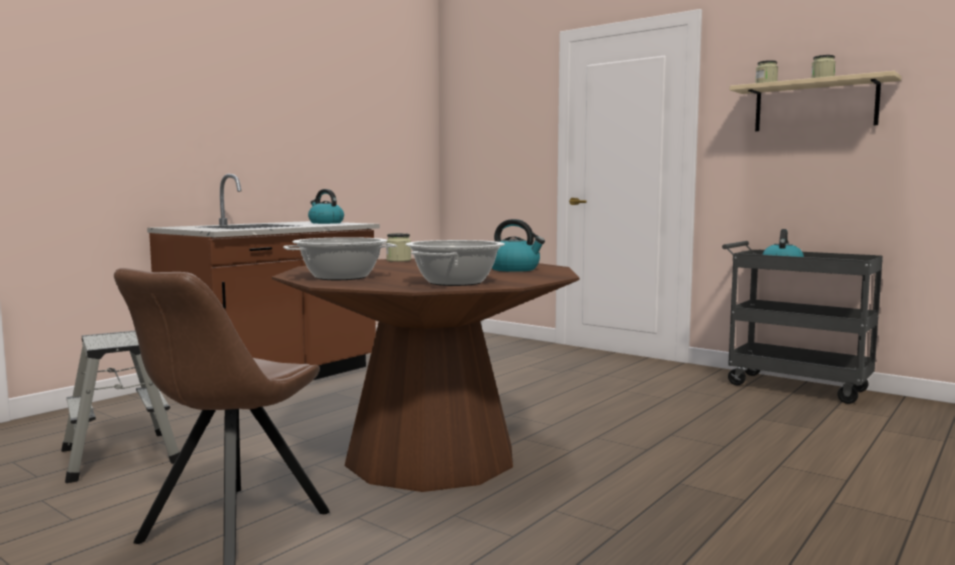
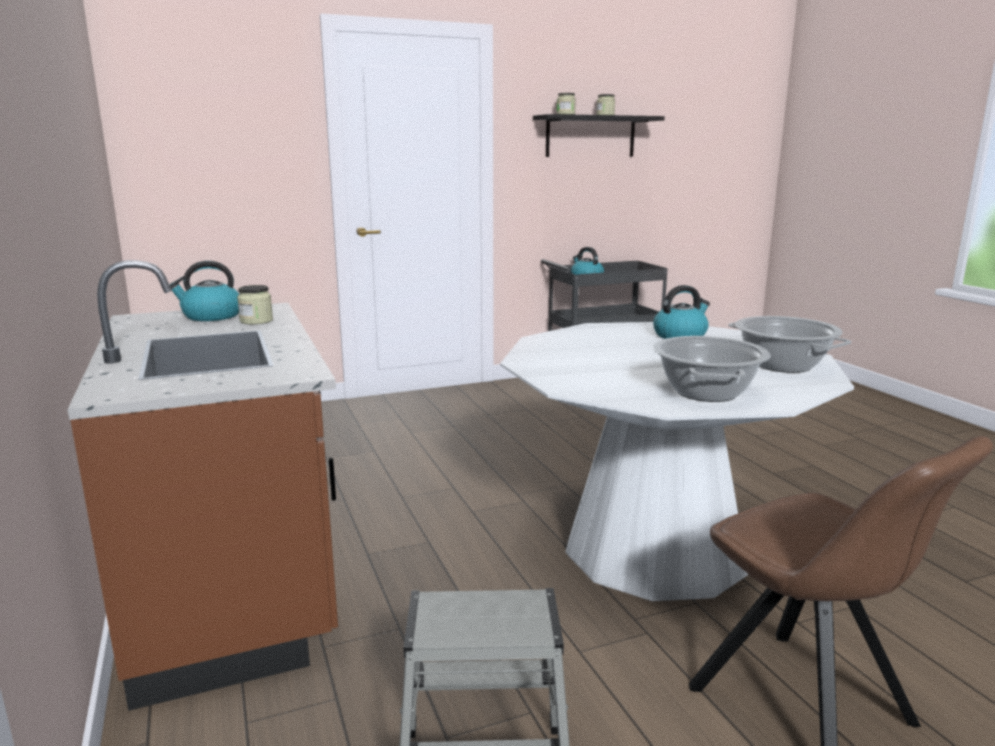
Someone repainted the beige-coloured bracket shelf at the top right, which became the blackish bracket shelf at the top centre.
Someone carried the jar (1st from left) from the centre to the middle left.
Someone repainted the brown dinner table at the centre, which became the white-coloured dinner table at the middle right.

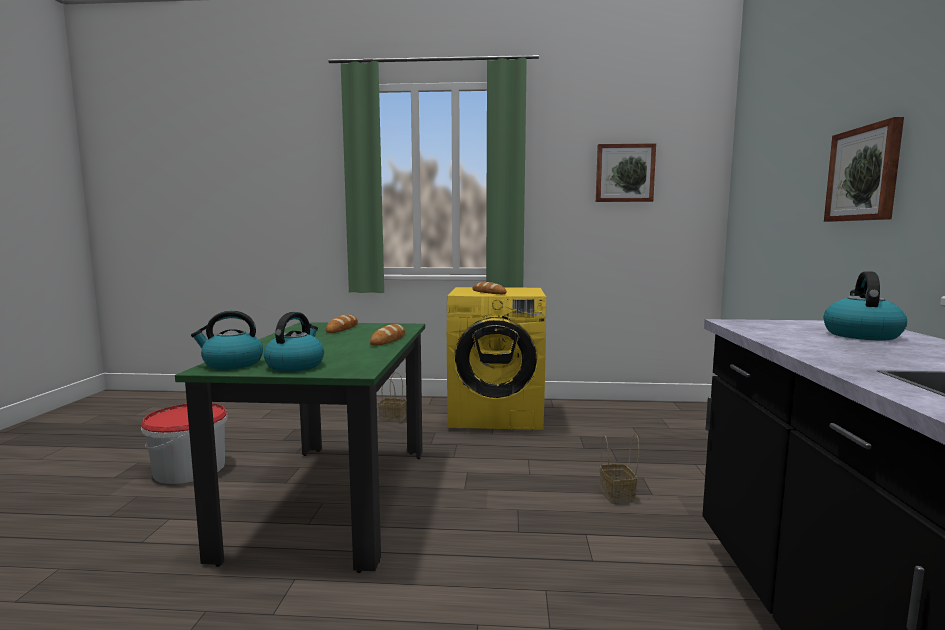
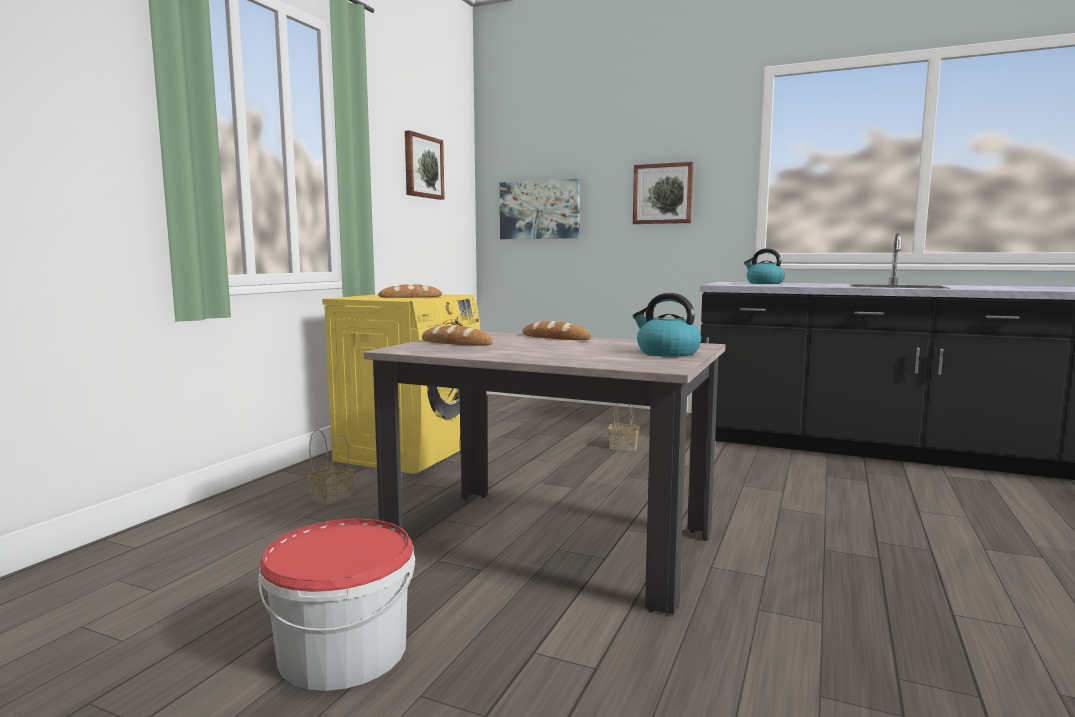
Someone took away the tea kettle (1st from left) at the middle left.
Someone repainted the greenish dinner table at the bottom left, which became the beige-coloured dinner table at the centre.
Someone put up the wall art (2nd from left) at the top centre.

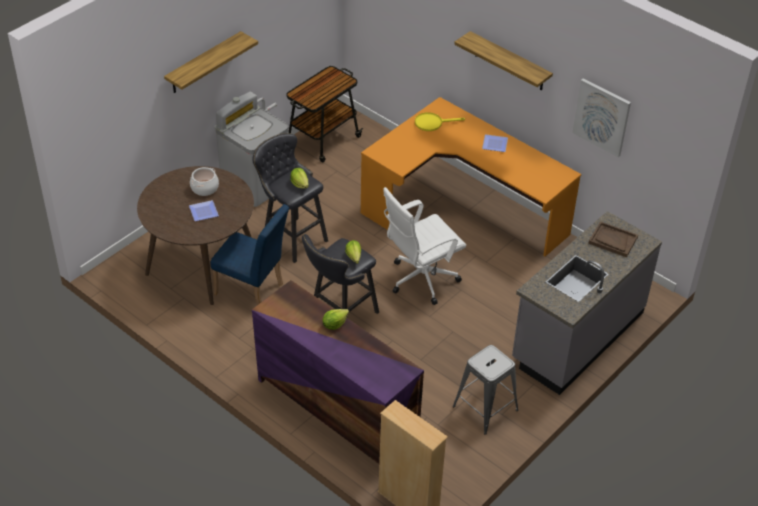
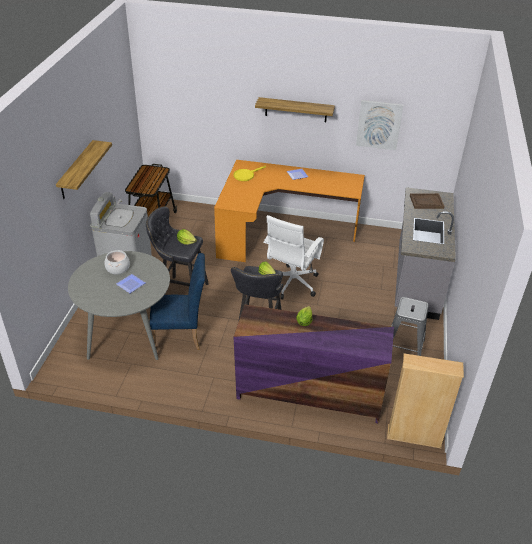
Someone repainted the brown dinner table at the middle left, which became the gray dinner table at the middle left.

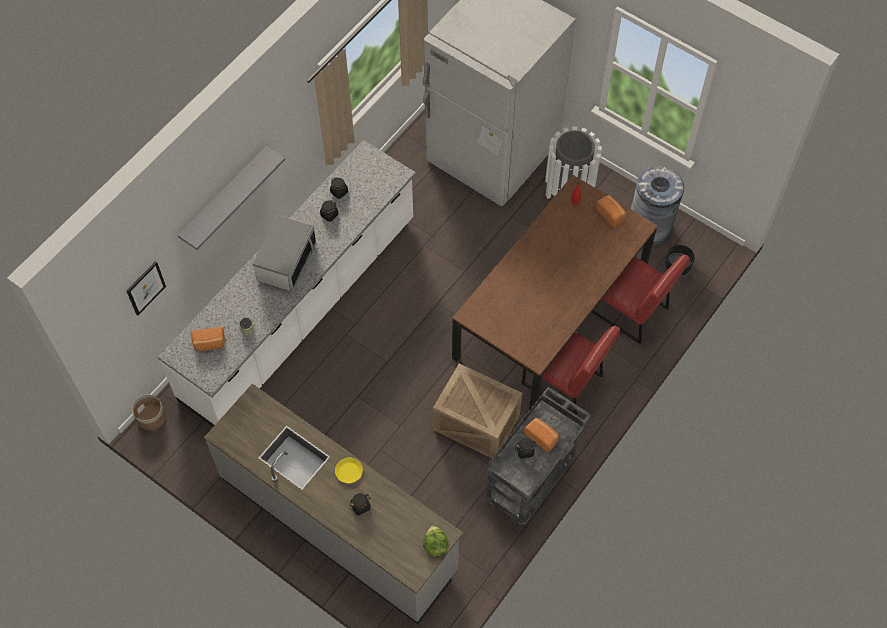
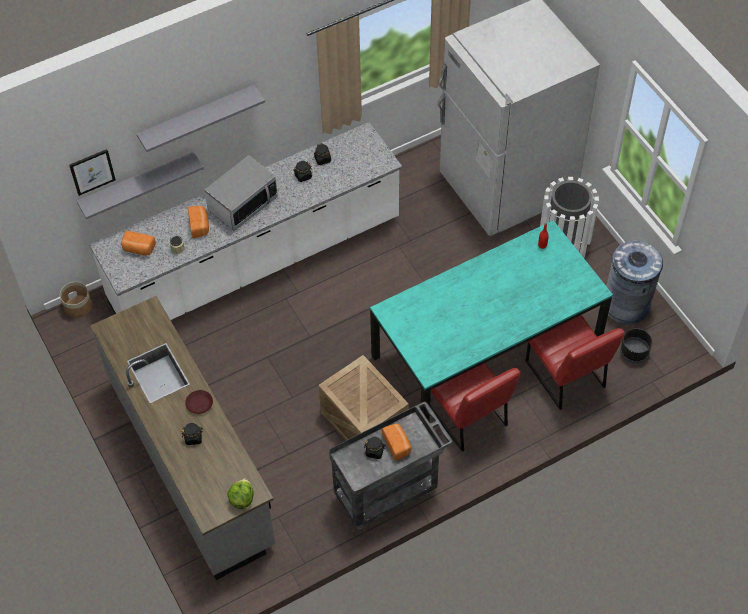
Someone repainted the brown dinner table at the centre, which became the turquoise-coloured dinner table at the centre.
Someone carried the bakery bread (3rd from left in the first image) from the middle right to the middle left.
Someone repainted the yellow flat dish at the bottom centre, which became the brown flat dish at the middle left.
Someone put up the gray bracket shelf (1st from left) at the top left.

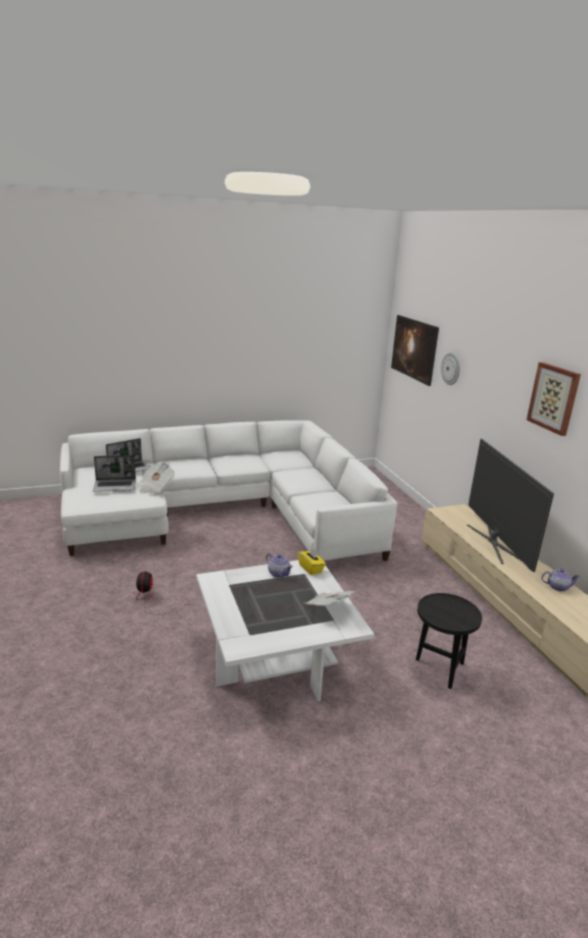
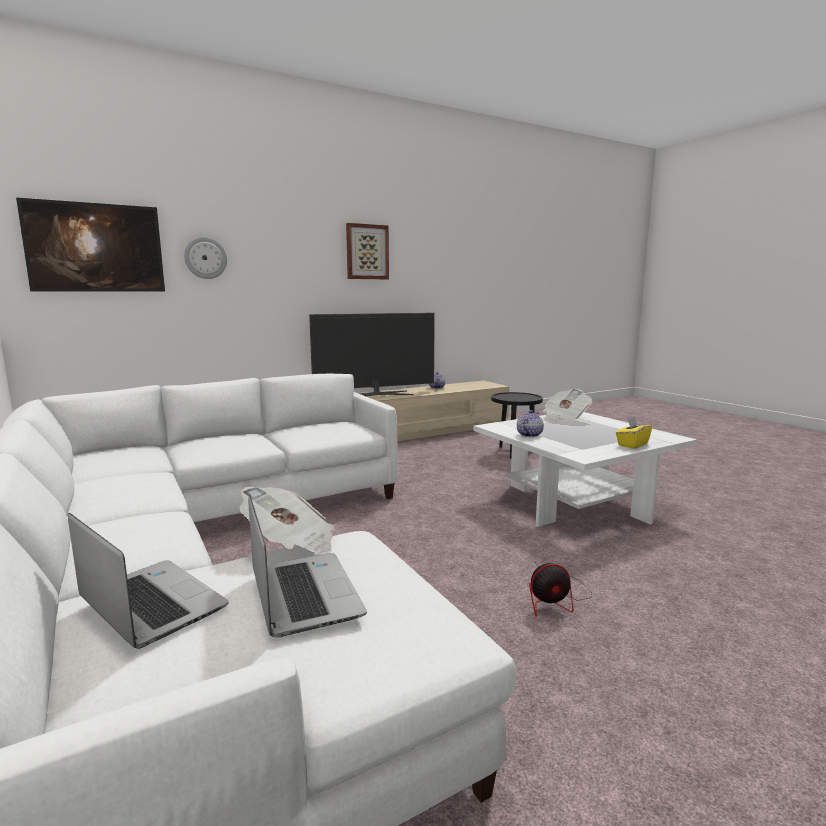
Someone carried the yellow tissue holder from the centre to the middle right.

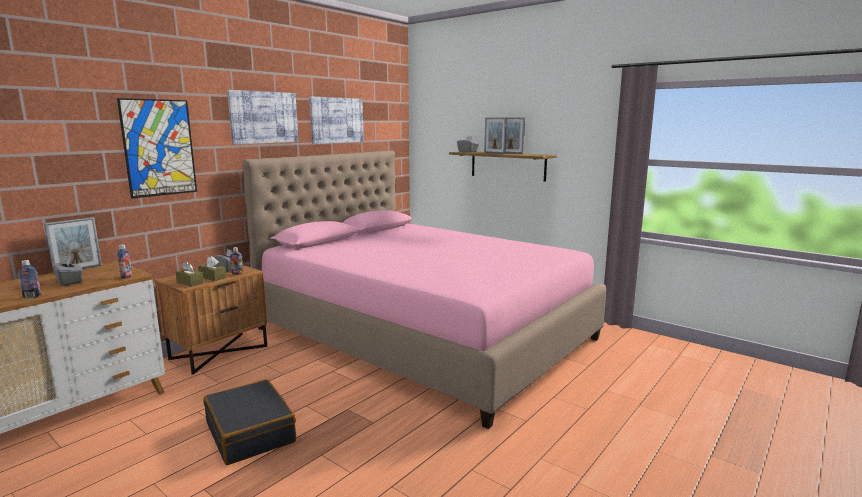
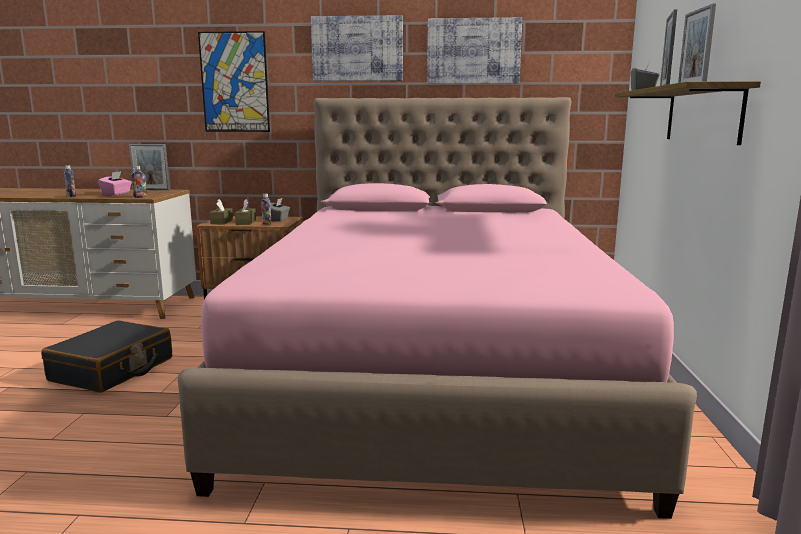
Someone repainted the gray tissue holder (1st from left) at the middle left, which became the pinkish tissue holder at the middle left.

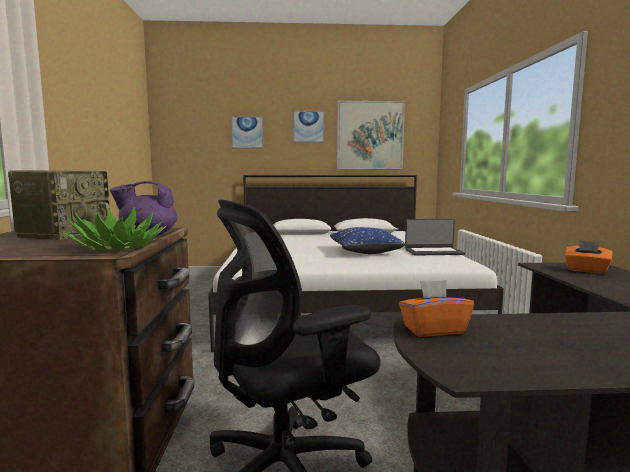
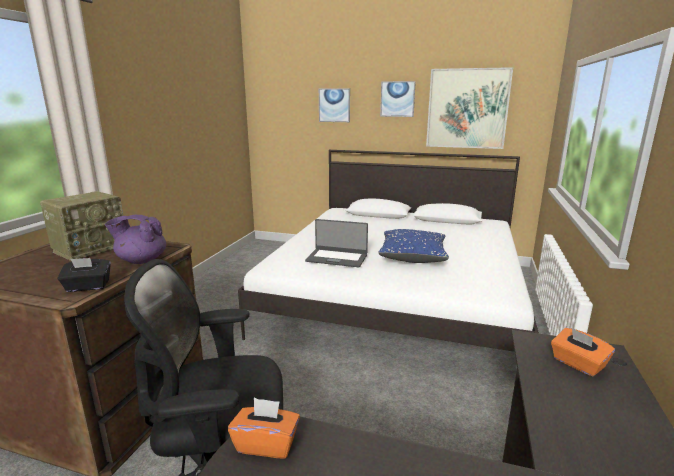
Someone swapped the potted plant at the middle left for the blackish tissue holder at the middle left.
Someone carried the notebook computer from the middle right to the centre.

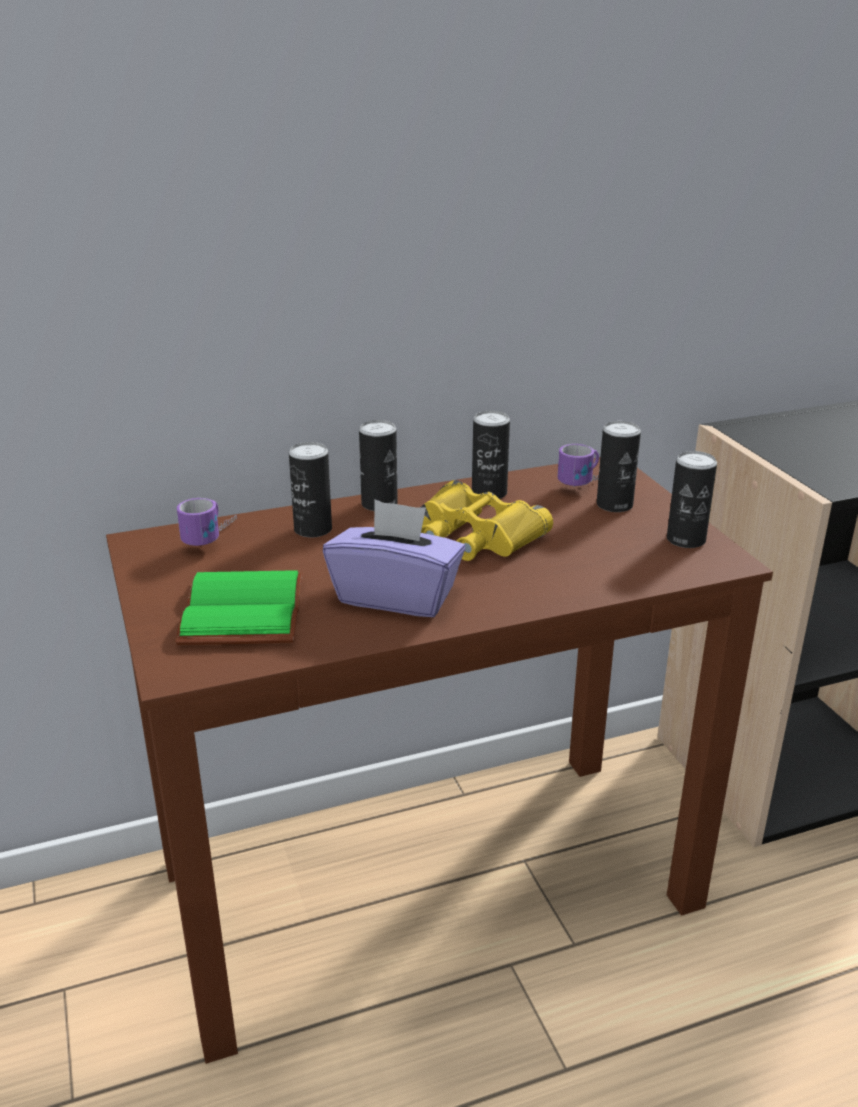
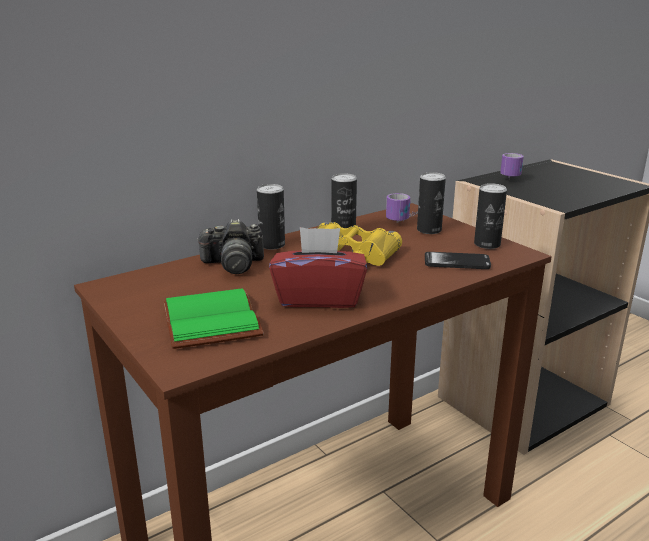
Someone swapped the metal can (1st from left) at the centre for the still camera at the centre.
Someone carried the tea mug (1st from left in the first image) from the middle left to the top right.
Someone repainted the purple-coloured tissue holder at the centre, which became the reddish tissue holder at the centre.
Someone put down the handset at the middle right.

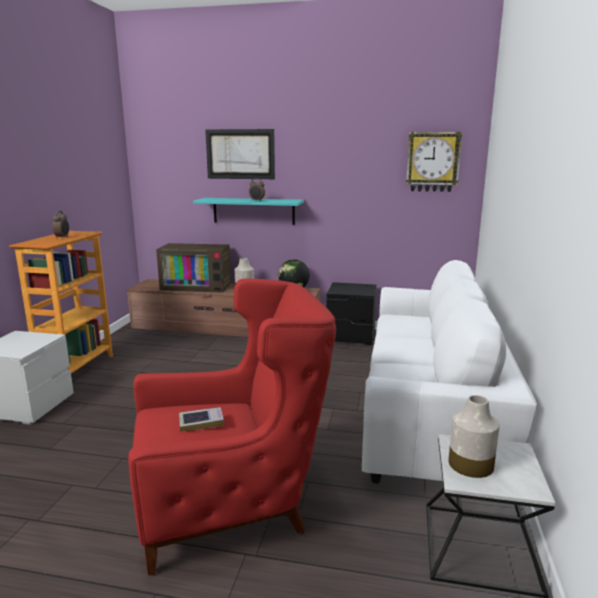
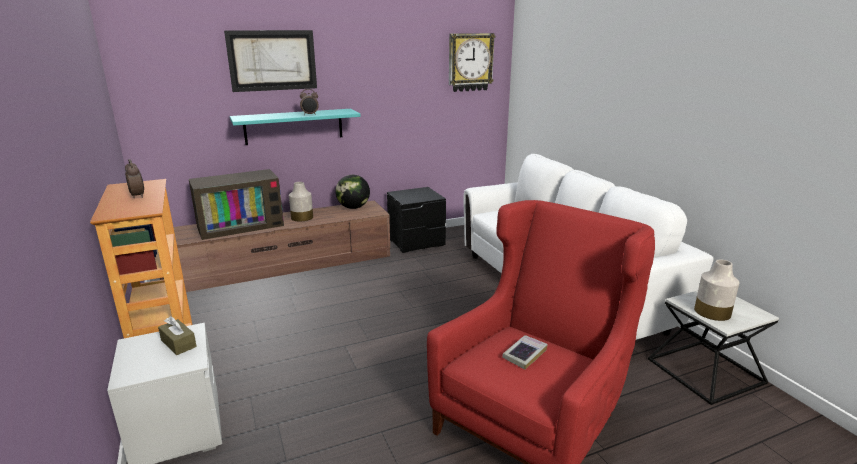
Someone put down the brown tissue holder at the bottom left.

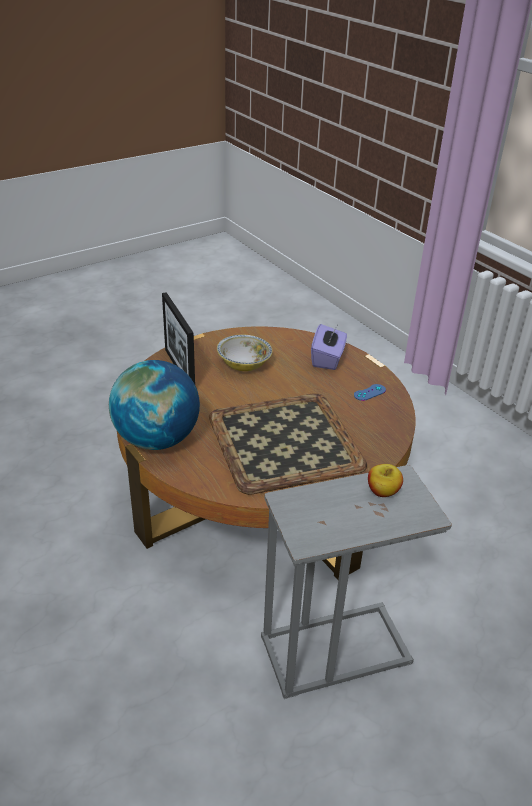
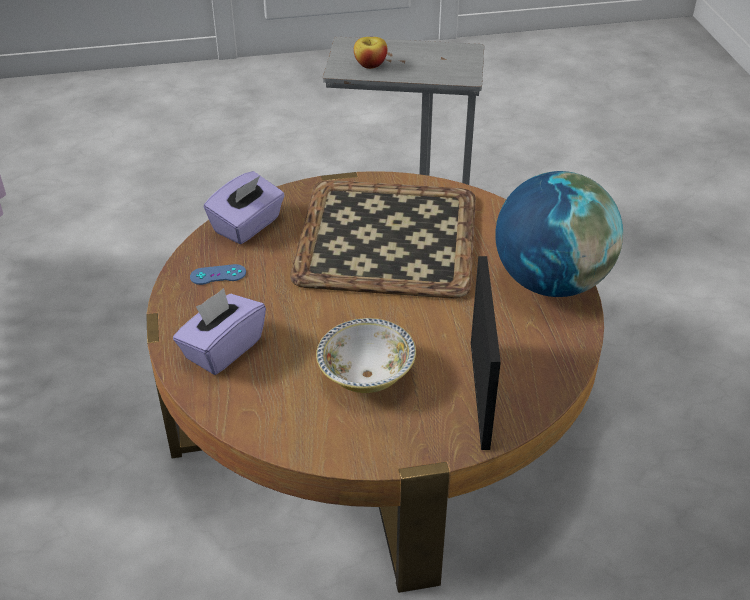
Someone put down the purple-coloured tissue holder (2nd from left) at the middle left.

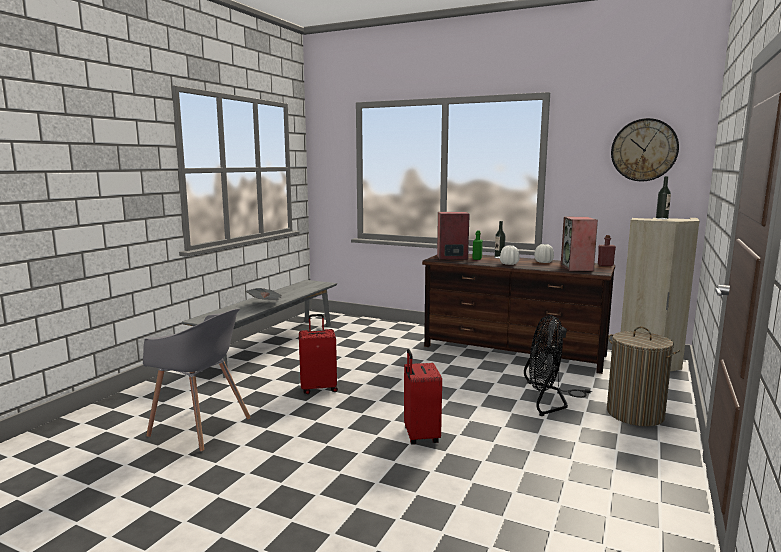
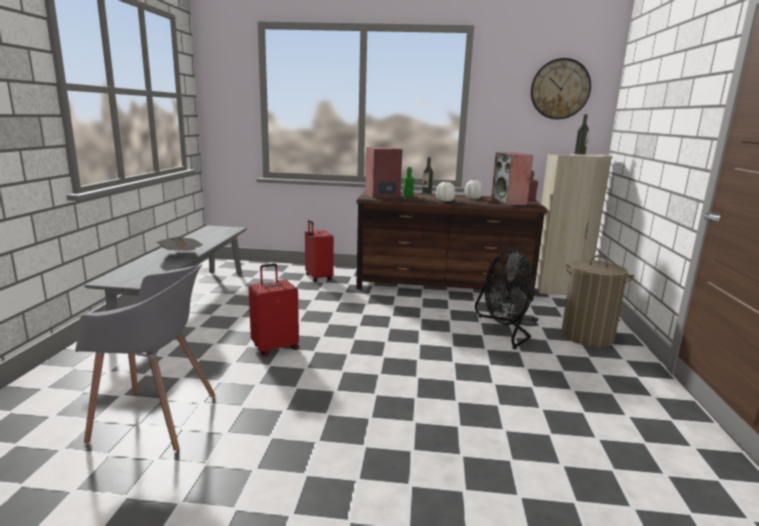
Someone carried the reddish piece of luggage (2nd from left) from the bottom centre to the centre.

